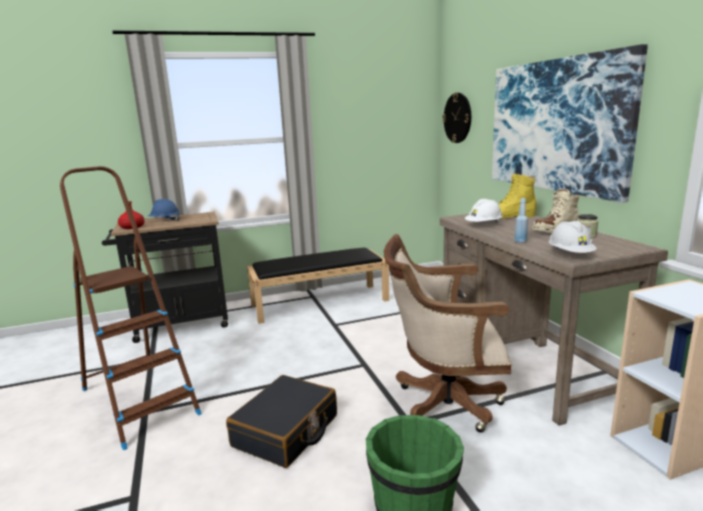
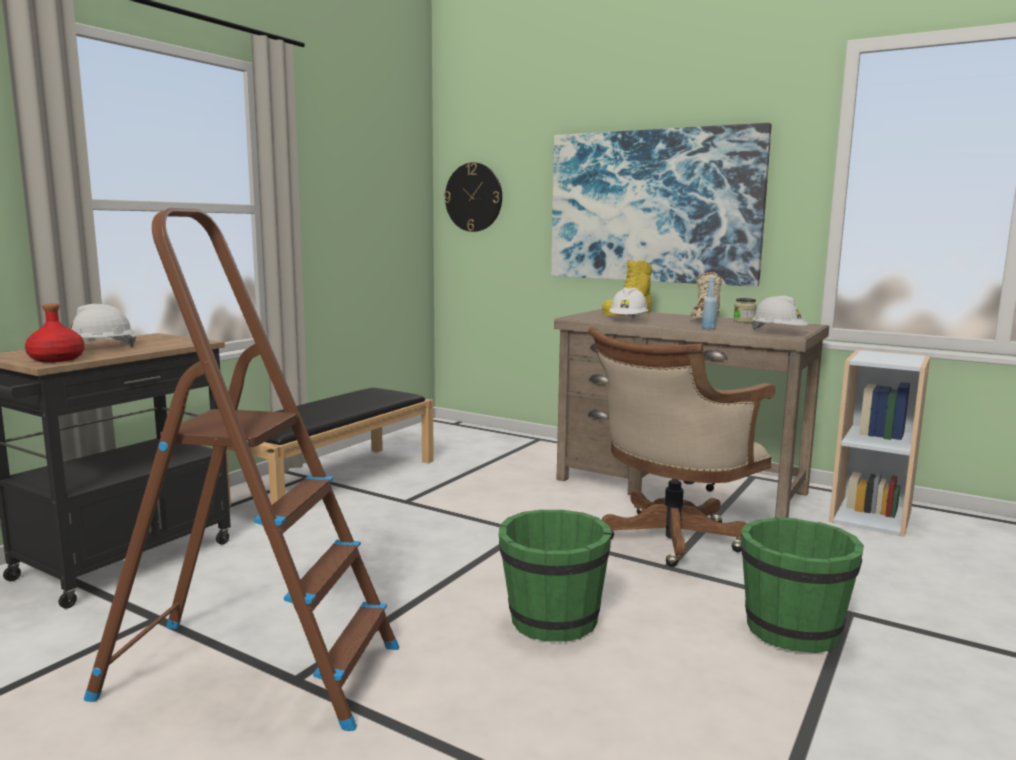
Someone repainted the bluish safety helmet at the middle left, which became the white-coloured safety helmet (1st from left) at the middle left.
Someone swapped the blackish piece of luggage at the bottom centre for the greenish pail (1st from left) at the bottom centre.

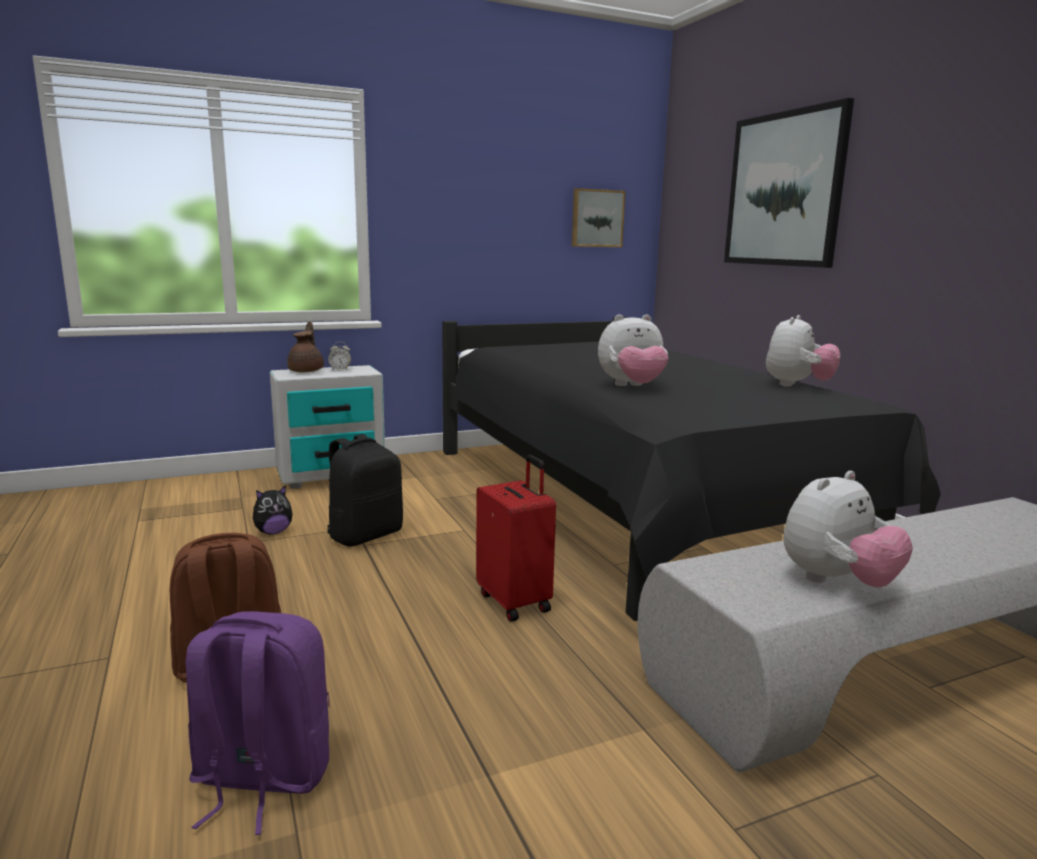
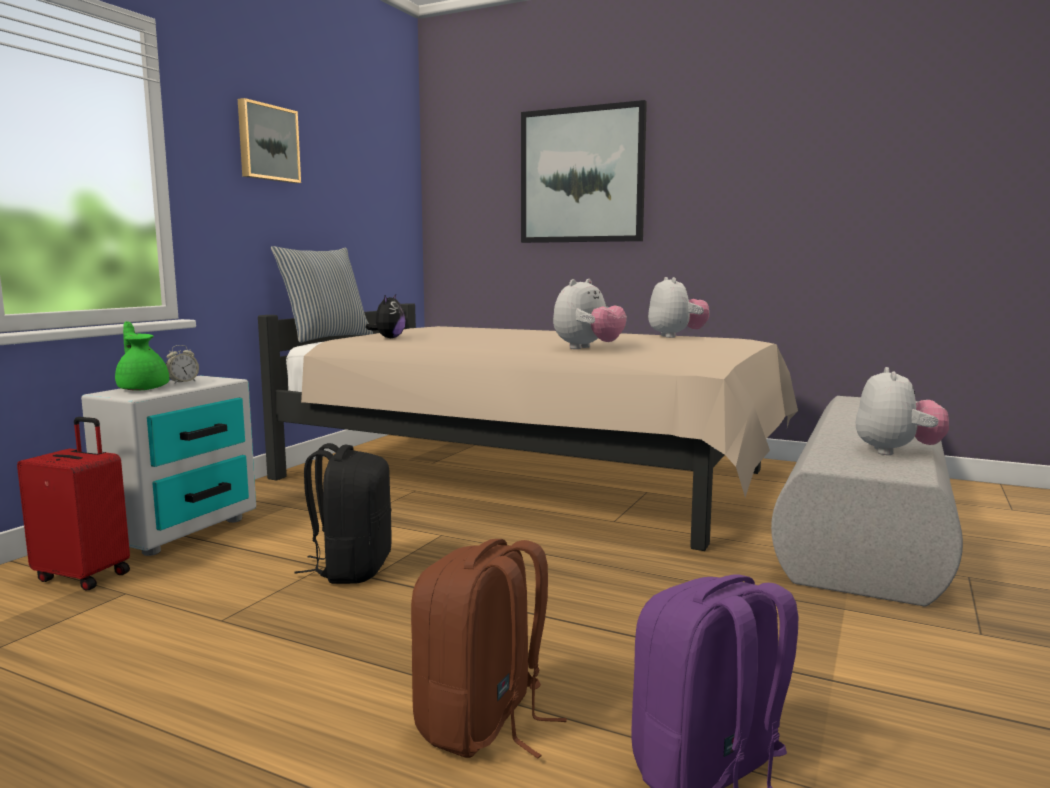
Someone carried the wall art (1st from left) from the top centre to the top left.
Someone repainted the blackish bed at the centre, which became the beige-coloured bed at the centre.
Someone repainted the brown pot for tea at the middle left, which became the greenish pot for tea at the middle left.
Someone carried the reddish piece of luggage from the centre to the middle left.
Someone carried the soft toy (1st from left) from the middle left to the centre.
Someone put down the pillow at the middle left.

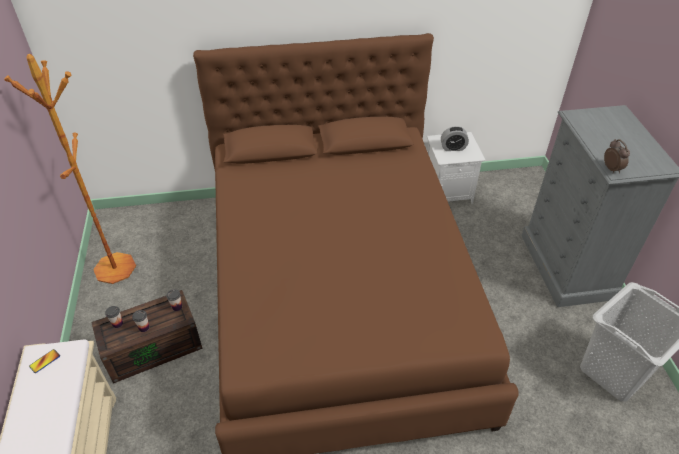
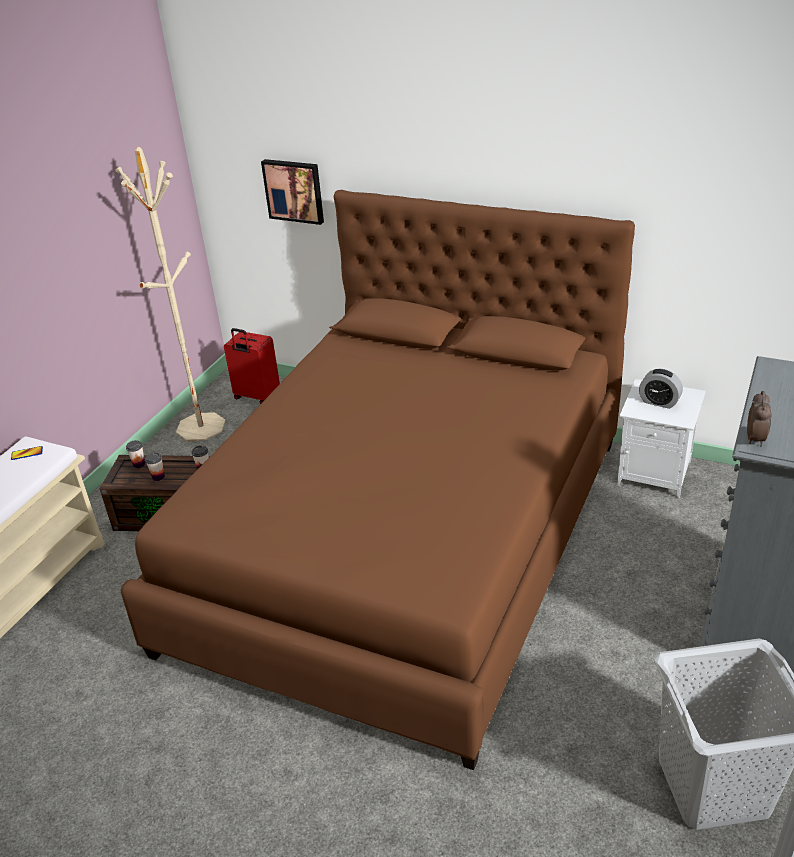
Someone repainted the orange garment rack at the middle left, which became the beige-coloured garment rack at the middle left.
Someone put up the wall art at the top centre.
Someone put down the reddish piece of luggage at the middle left.

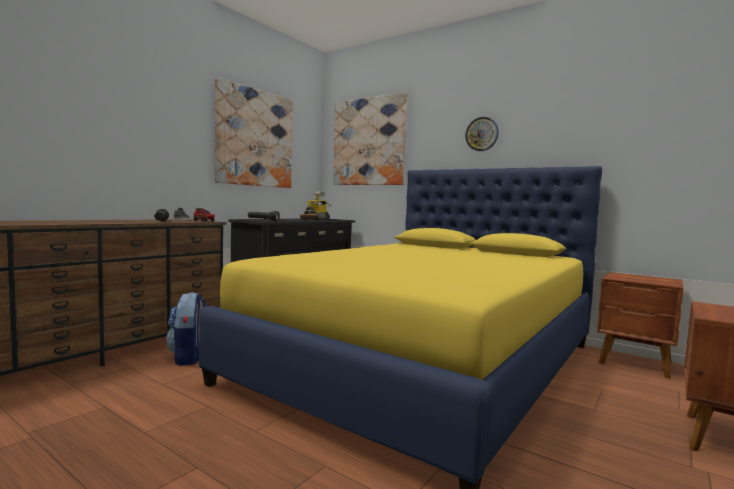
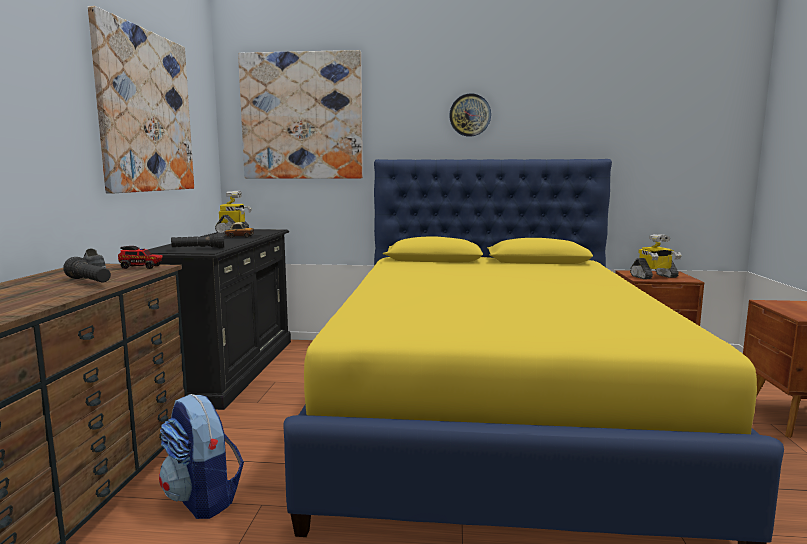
Someone put down the model robot (2nd from left) at the middle right.

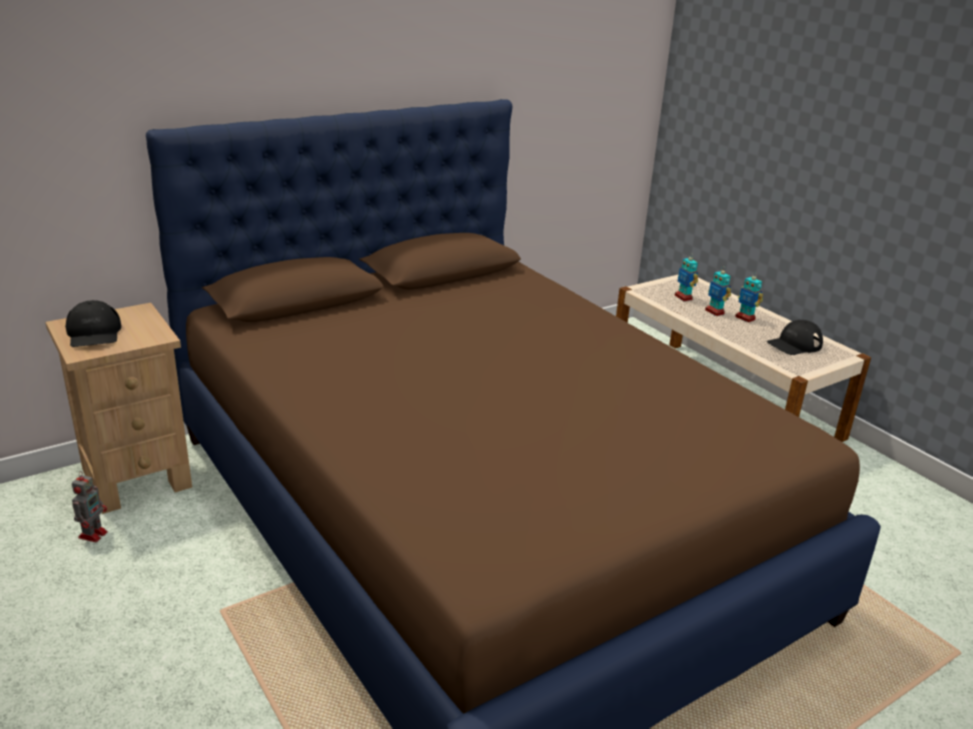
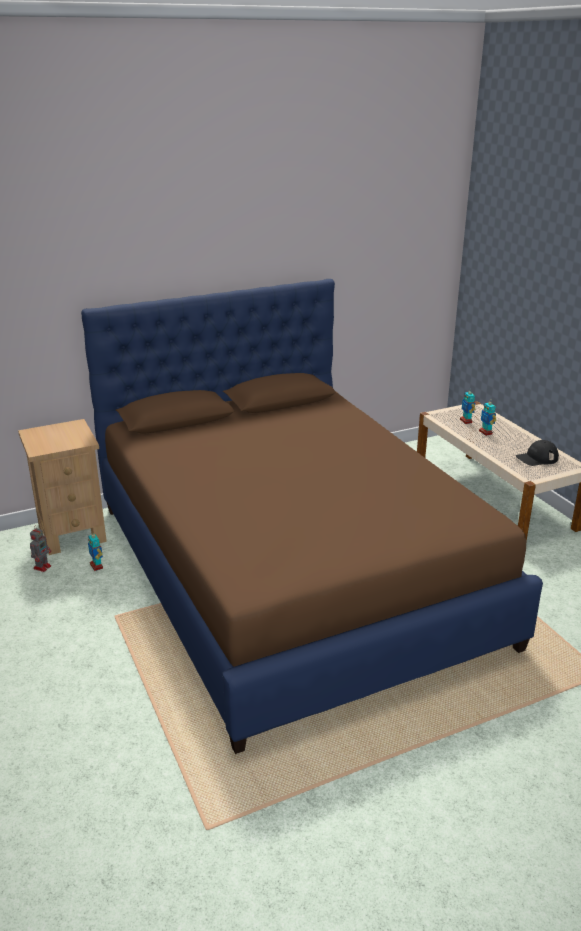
Someone carried the model robot (4th from left in the first image) from the middle right to the middle left.
Someone took away the blackish peaked cap (1st from left) at the middle left.

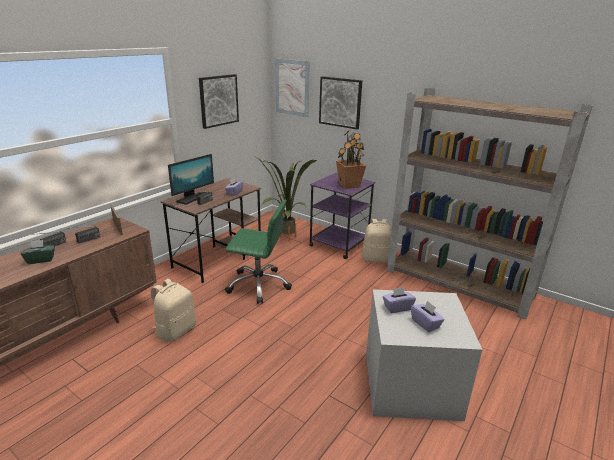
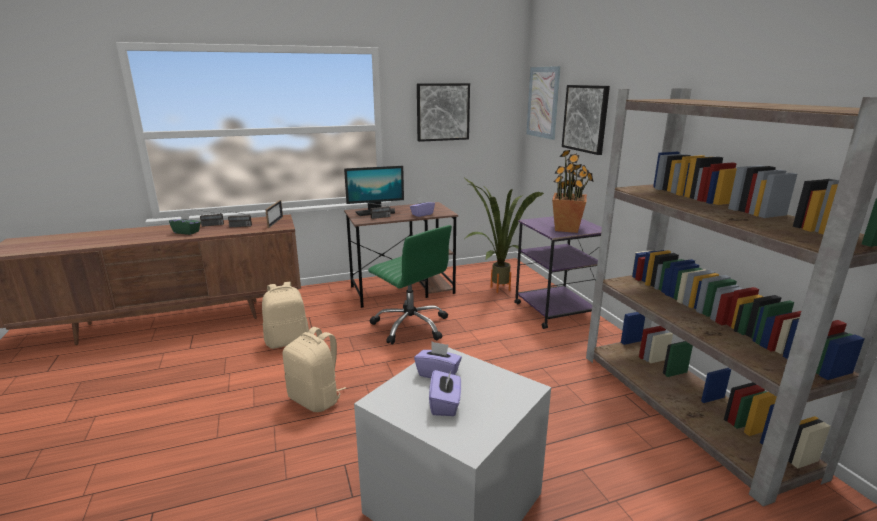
Someone carried the beige-coloured backpack (2nd from left) from the centre to the bottom centre.

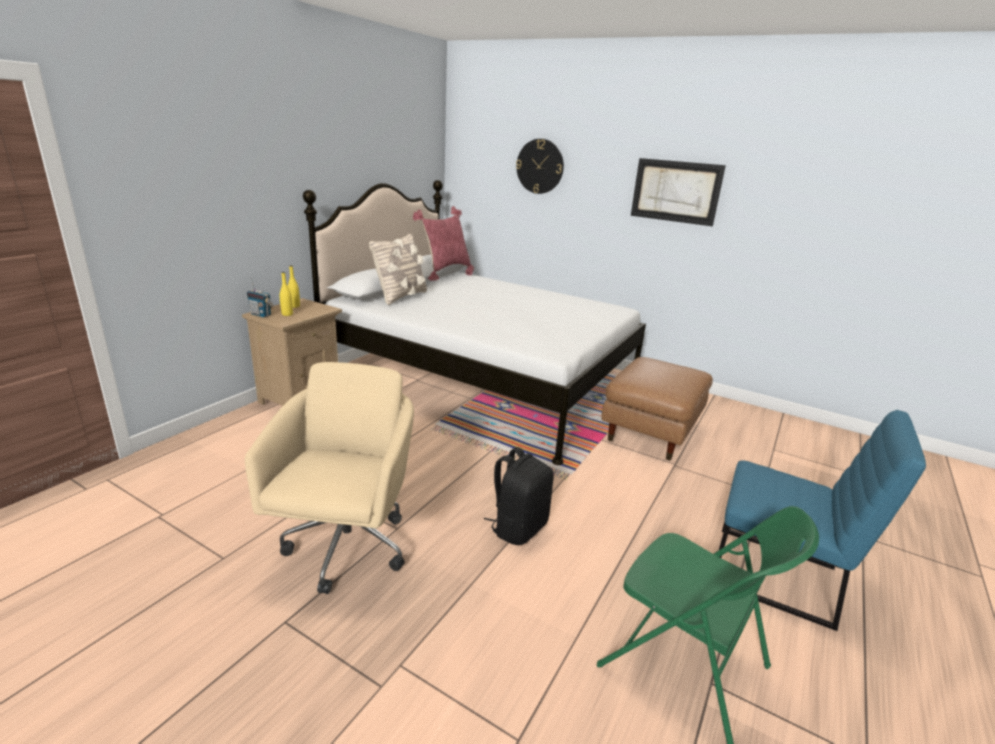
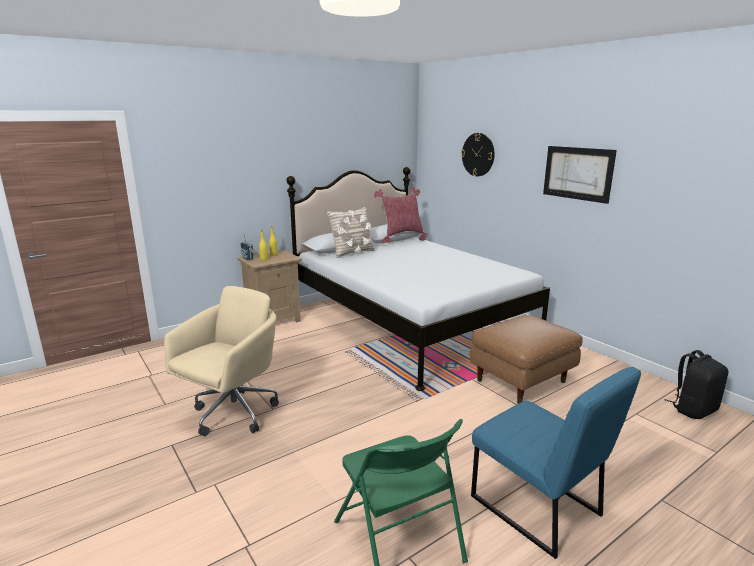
Someone carried the blackish backpack from the bottom centre to the bottom right.

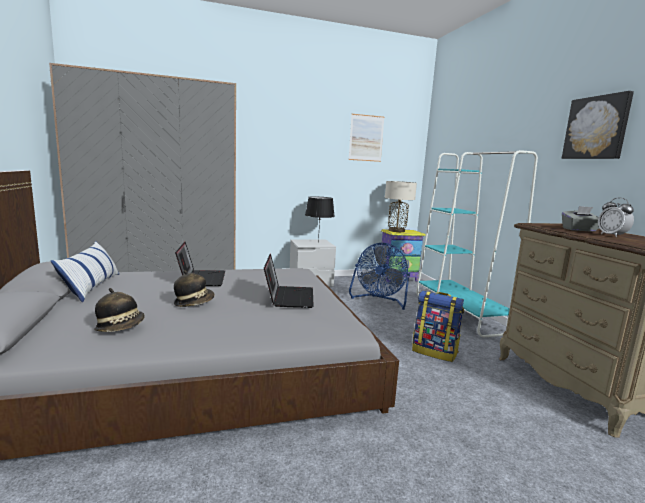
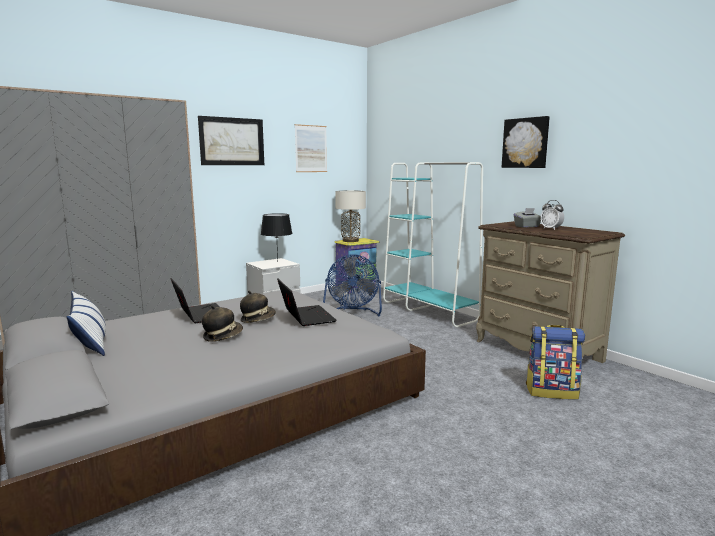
Someone carried the clothing hat (1st from left in the first image) from the middle left to the centre.
Someone carried the backpack from the middle right to the bottom right.
Someone put up the wall art (1st from left) at the top left.

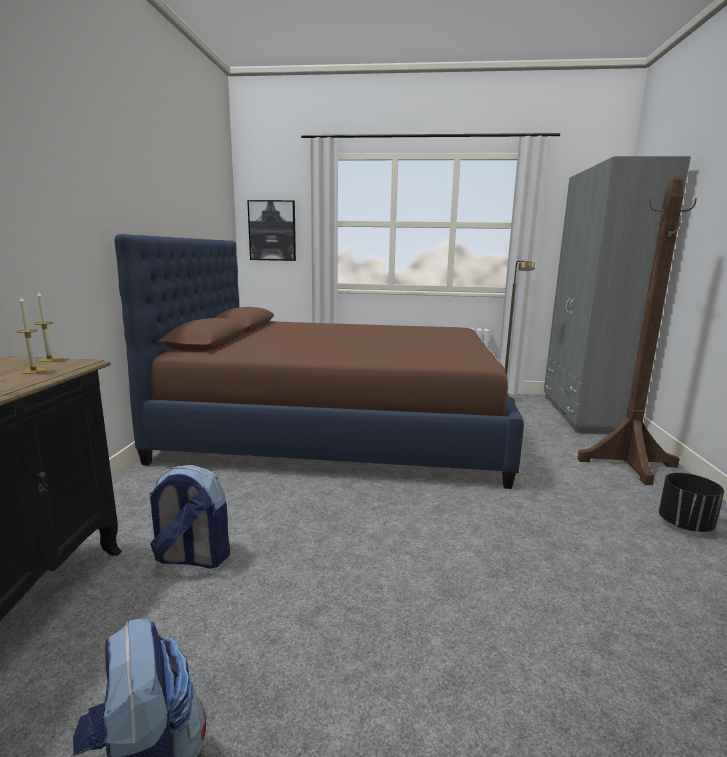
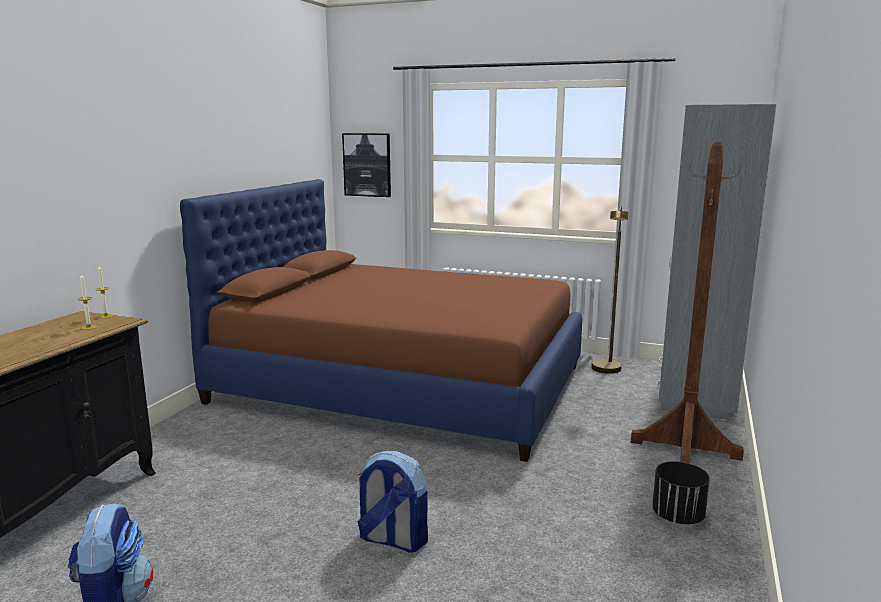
Someone carried the backpack (2nd from left) from the bottom left to the bottom centre.

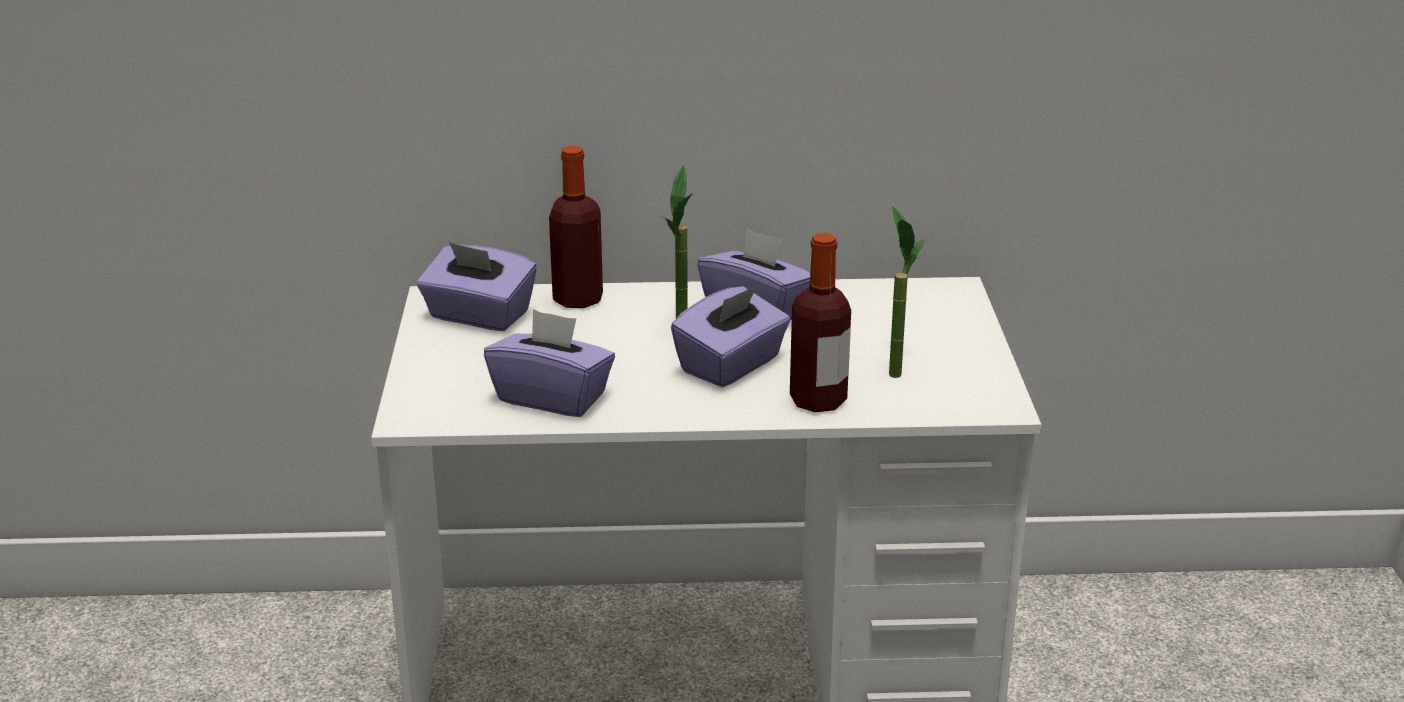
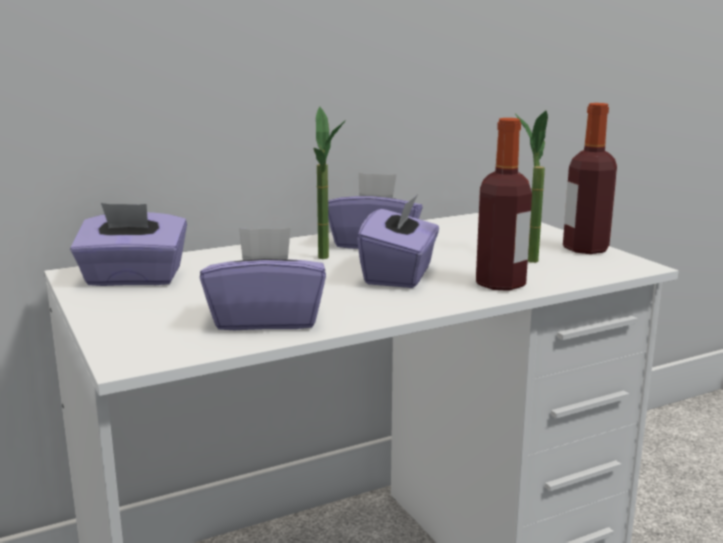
Someone carried the beverage bottle (1st from left in the first image) from the top centre to the top right.

